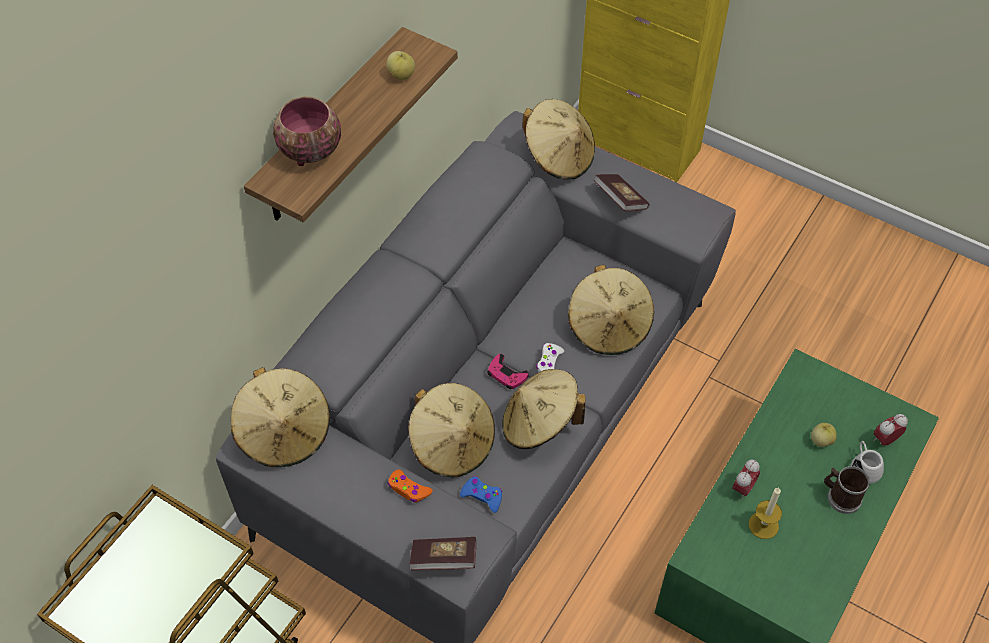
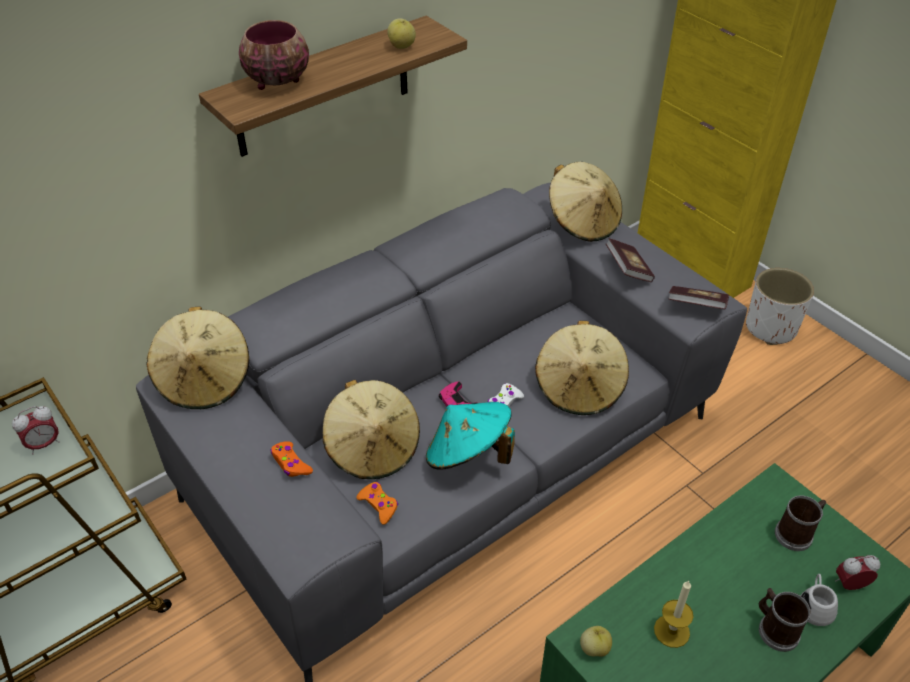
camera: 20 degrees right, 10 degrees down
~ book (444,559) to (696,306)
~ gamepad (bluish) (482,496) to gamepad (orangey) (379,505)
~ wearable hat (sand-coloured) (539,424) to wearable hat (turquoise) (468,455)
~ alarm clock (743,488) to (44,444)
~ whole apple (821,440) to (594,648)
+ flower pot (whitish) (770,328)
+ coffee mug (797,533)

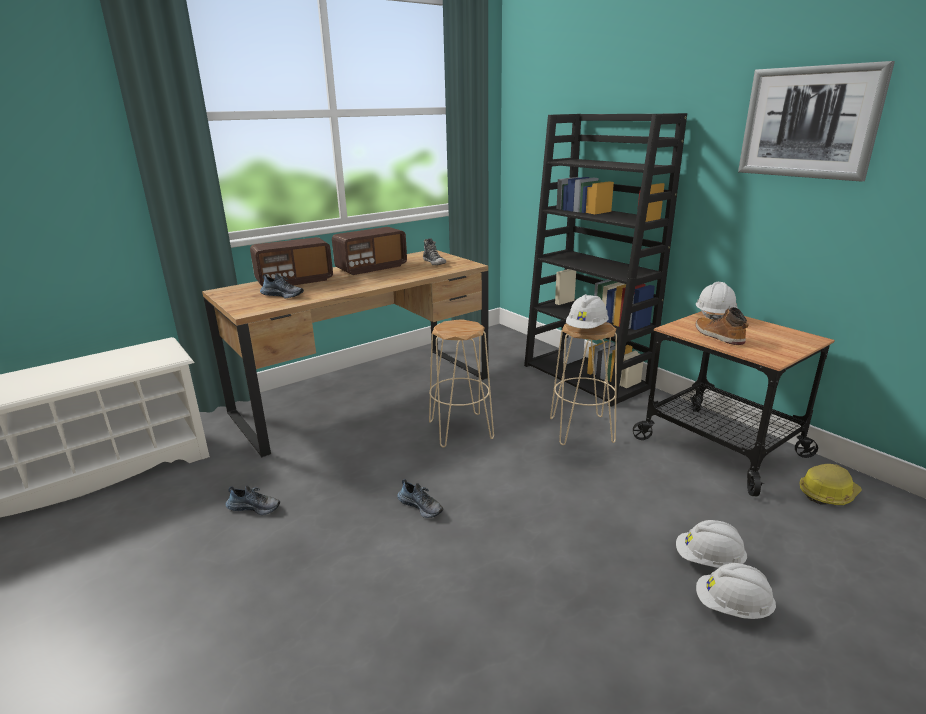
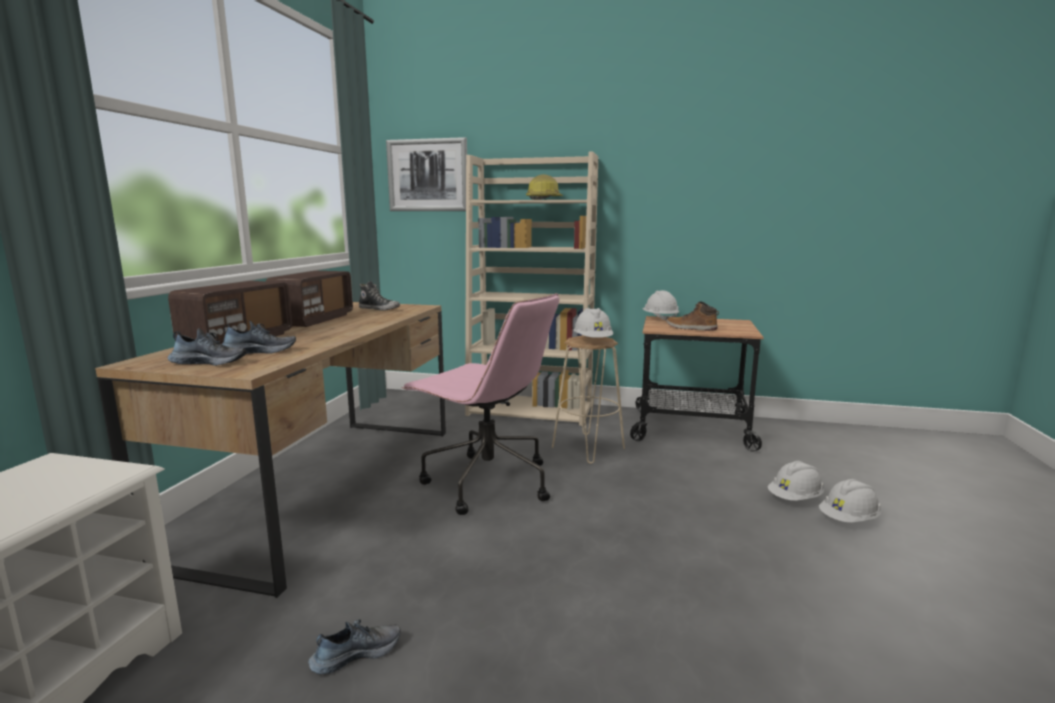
camera: 40 degrees left, 10 degrees down
~ item of footwear (421,506) to (210,362)
~ sitting stool (sand-coloured) (460,430) to office chair (pinkish) (486,482)
~ bookcase (black-coloured) (587,376) to bookcase (sand-coloured) (531,410)
~ wall art (809,122) to (428,175)
~ work helmet (827,493) to (544,200)

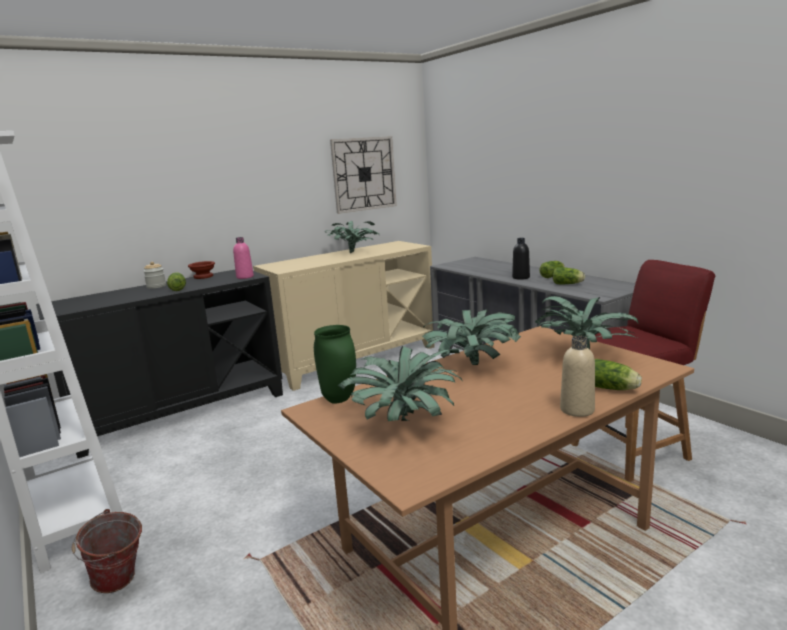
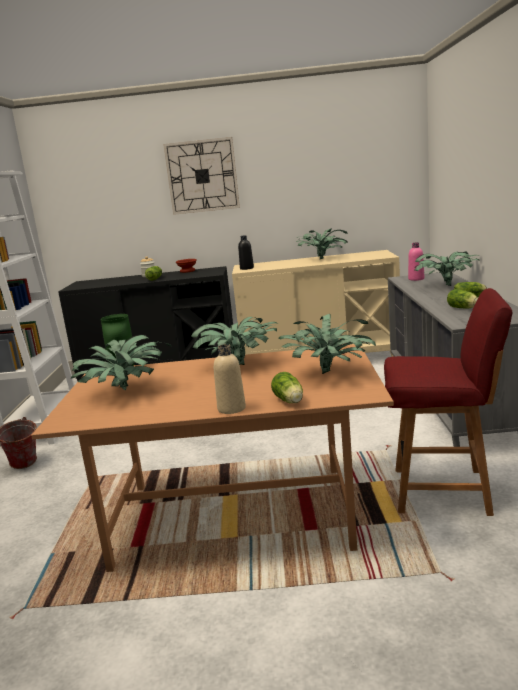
camera: 35 degrees right, 0 degrees up
~ bottle (pinkish) (245,277) to (416,279)
~ hanging clock (364,174) to (202,176)
~ bottle (black-coloured) (521,277) to (247,268)
+ houseplant (446,286)

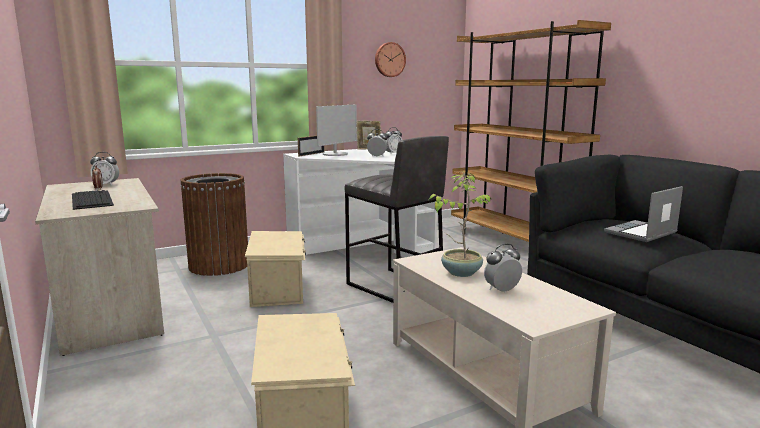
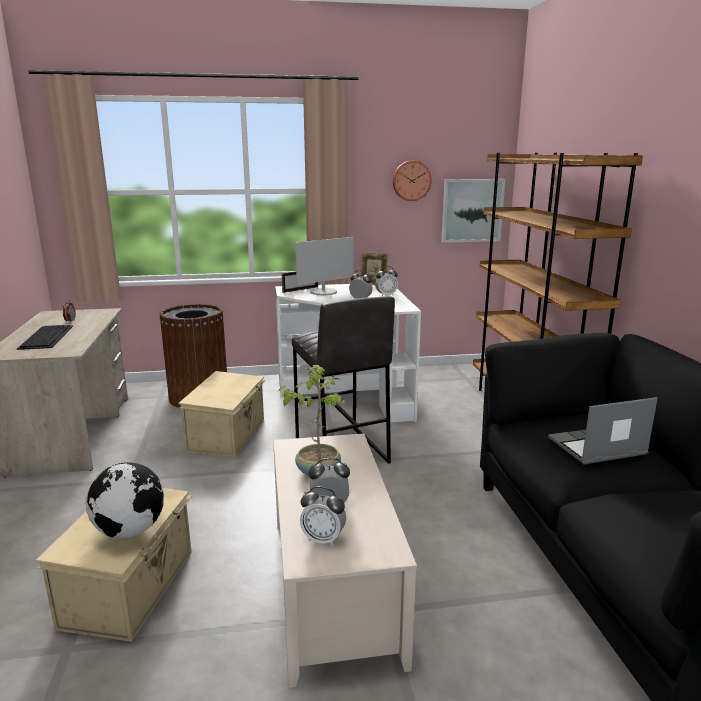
camera: 20 degrees right, 5 degrees up
~ alarm clock (106,184) to (323,539)
+ globe (130,531)
+ wall art (472,210)

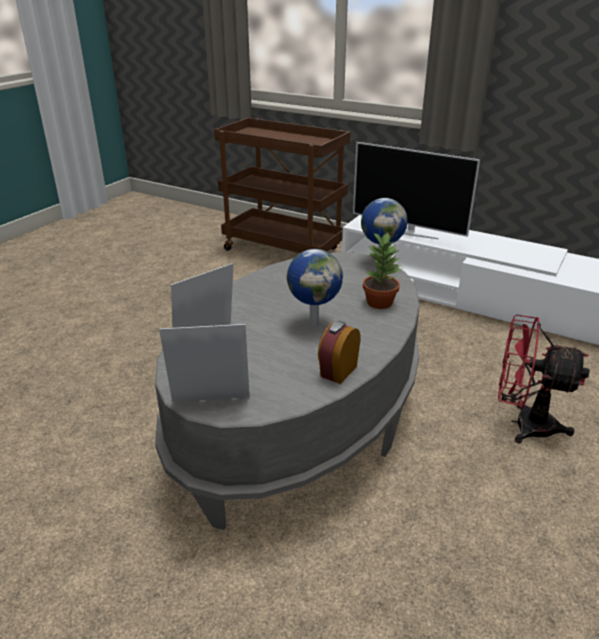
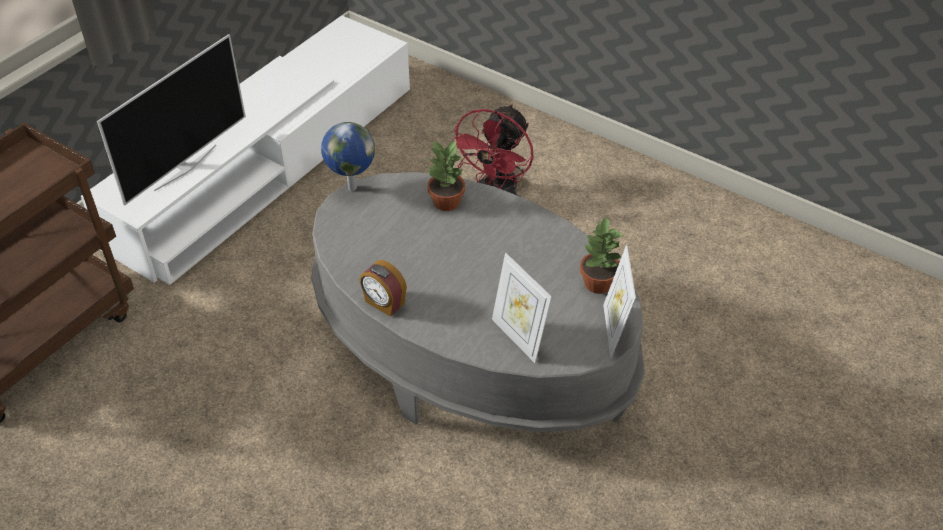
camera: 85 degrees left, 15 degrees up
- globe (314,322)
~ alarm clock (337,371) to (384,303)
+ houseplant (598,283)

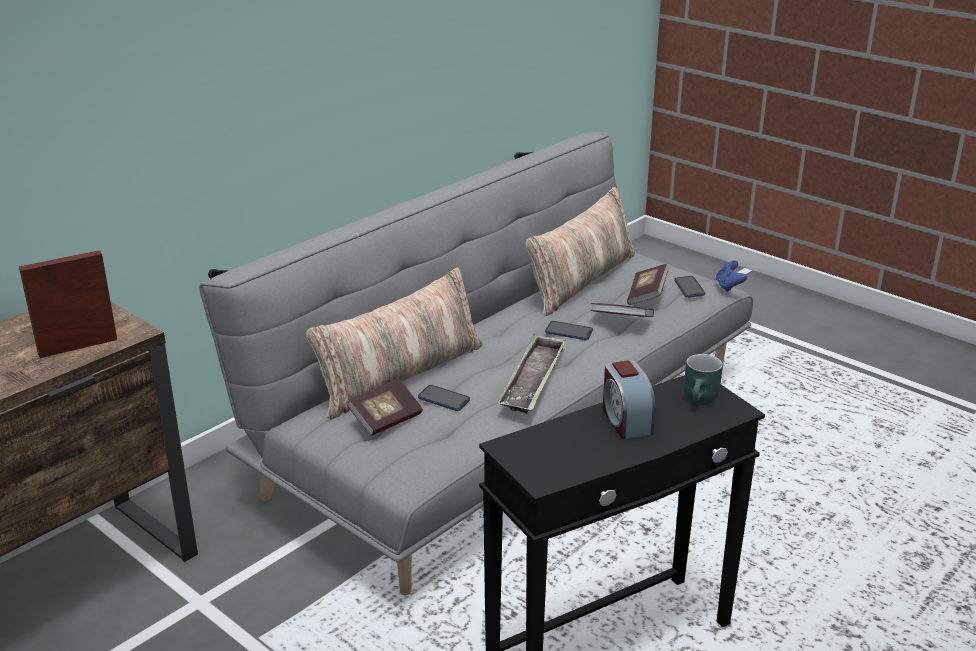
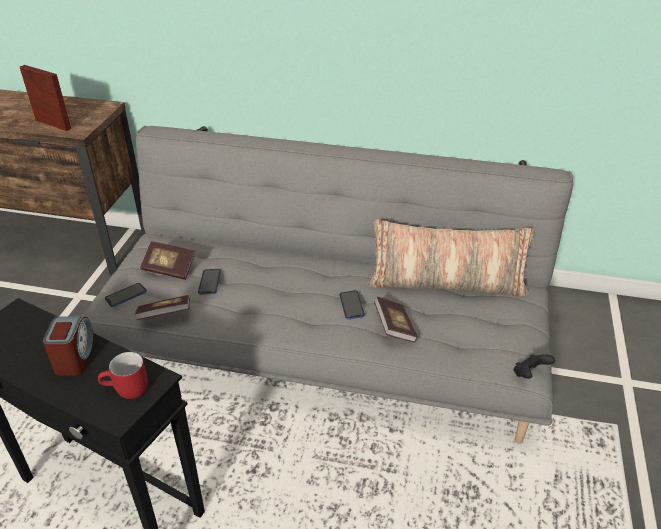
camera: 60 degrees right, 10 degrees up
- throw pillow (400,375)
- tray (533,380)
~ alarm clock (625,420) = (75,356) 135 degrees clockwise
~ book (647,295) to (165,316)
~ phone (689,288) to (126,295)
~ coffee mug (turquoise) (702,400) to coffee mug (red) (127,390)
~ gamepad (bluish) (729,286) to gamepad (black-coloured) (529,374)

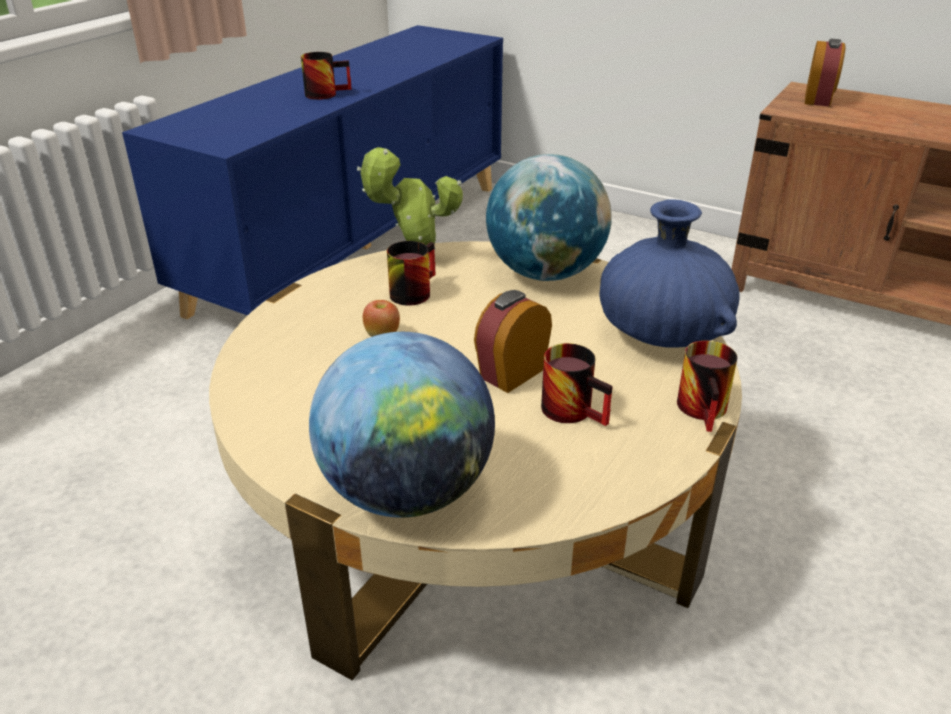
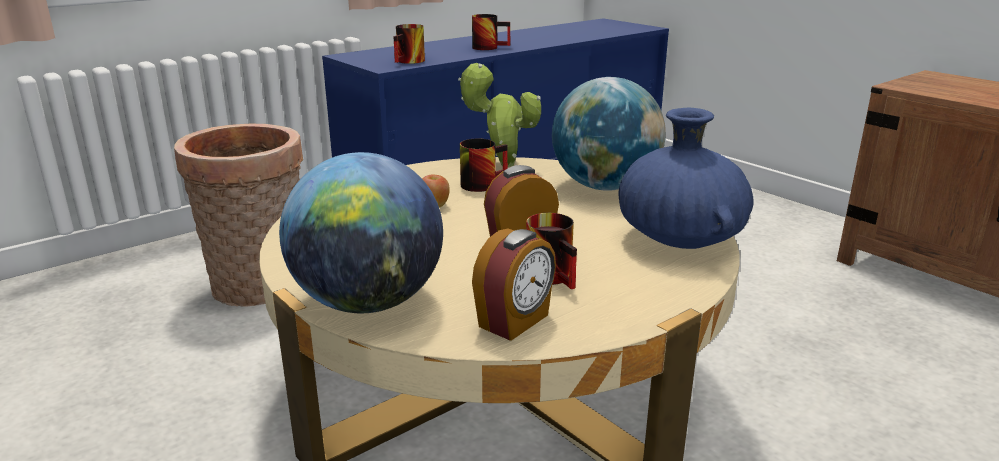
camera: 20 degrees right, 10 degrees down
~ coffee mug (707,411) to (410,62)
~ alarm clock (818,100) to (515,321)
+ basket (260,289)

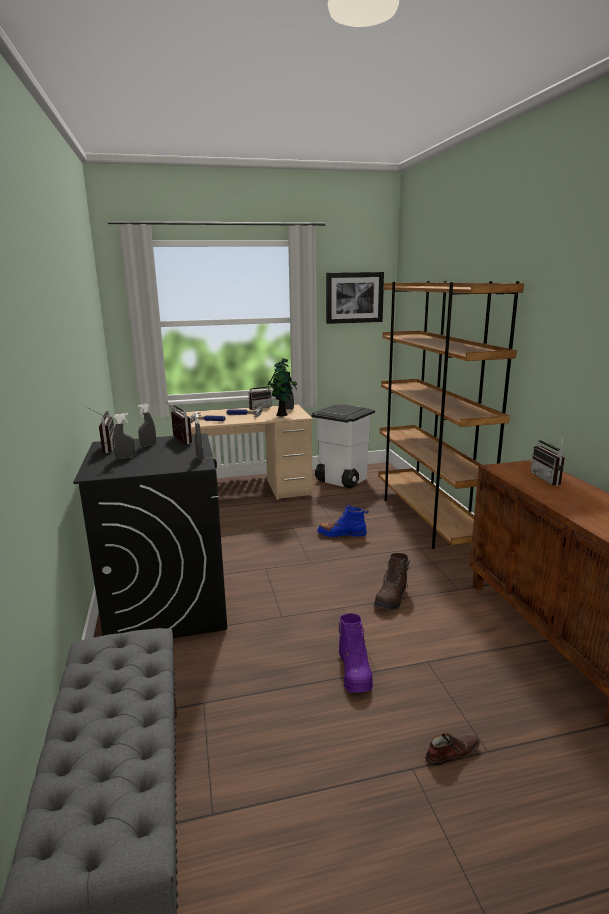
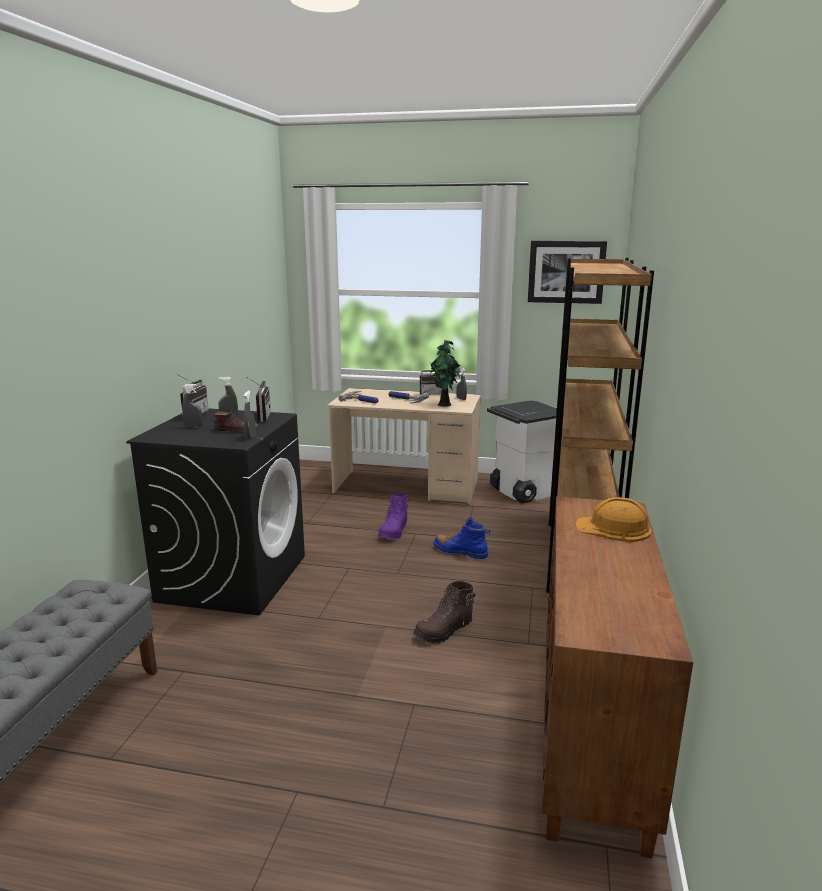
camera: 25 degrees right, 0 degrees up
~ high-top boot (purple) (355,672) to (394,532)
~ item of footwear (brown-coloured) (451,752) to (236,429)
~ radio receiver (549,479) to work helmet (orangey) (614,528)

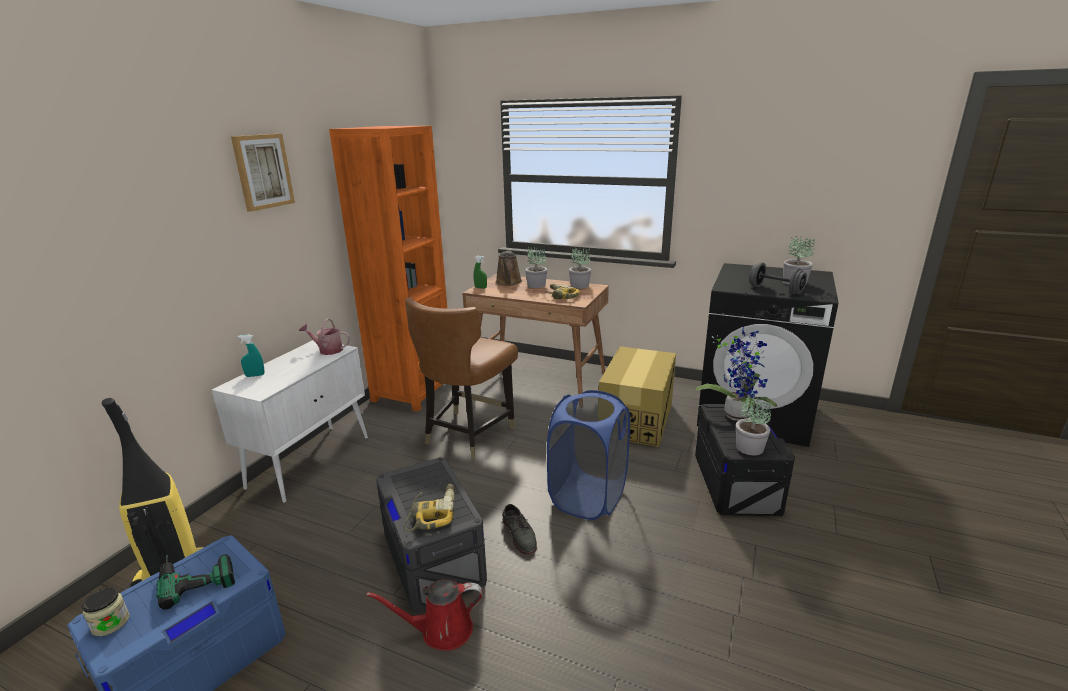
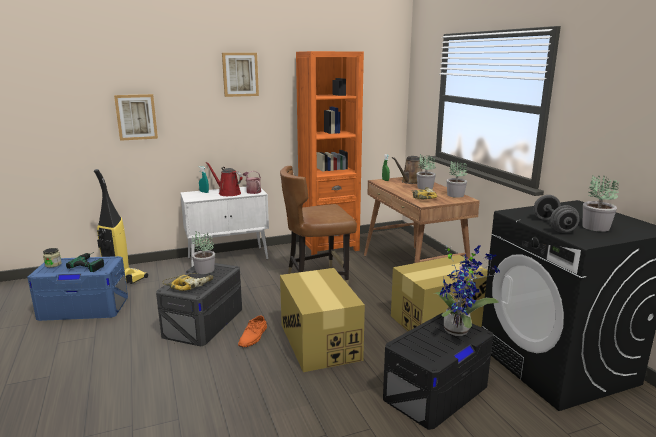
camera: 45 degrees right, 5 degrees down
~ watering can (red) (441,631) to (227,193)
~ item of footwear (gray) (520,534) to item of footwear (orangey) (253,336)
~ hamper (bluish) (588,497) to carton (320,342)
~ houseplant (749,448) to (204,270)
+ wall art (136,117)

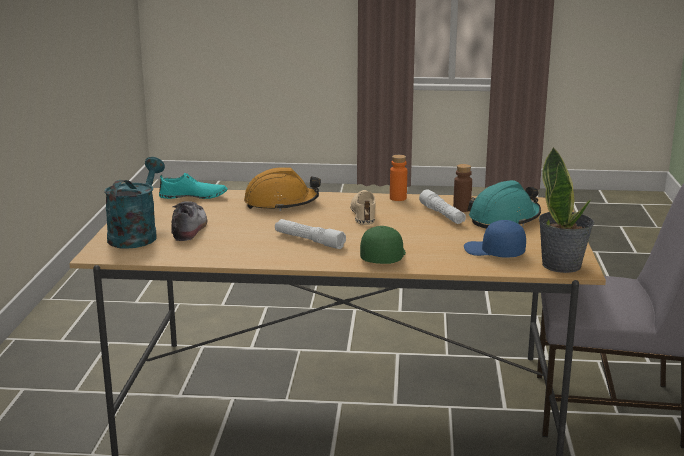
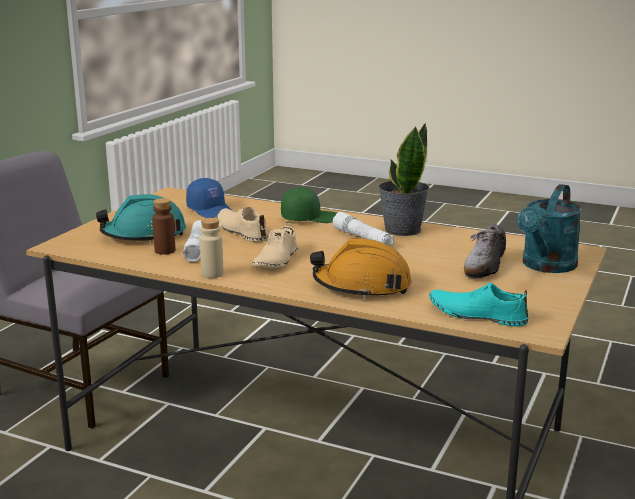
camera: 160 degrees left, 0 degrees up
~ cap (green) (382,256) = (309,218) 135 degrees counterclockwise
~ bottle (orangey) (398,198) to bottle (sand-coloured) (212,274)
~ houseplant (562,265) to (402,230)
+ item of footwear (sand-coloured) (242,231)

